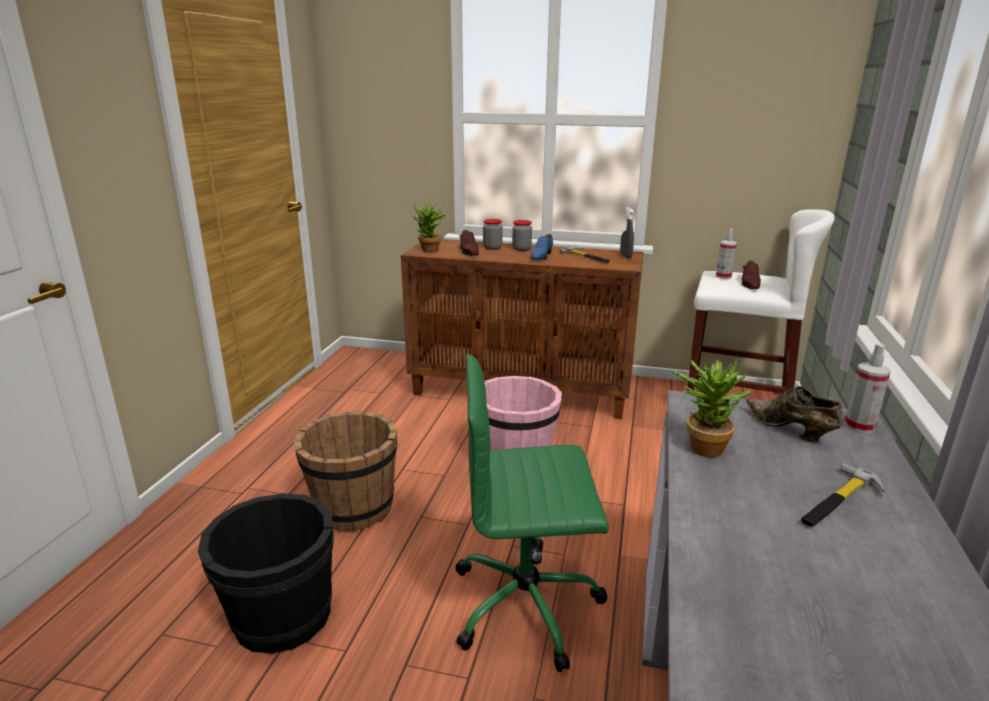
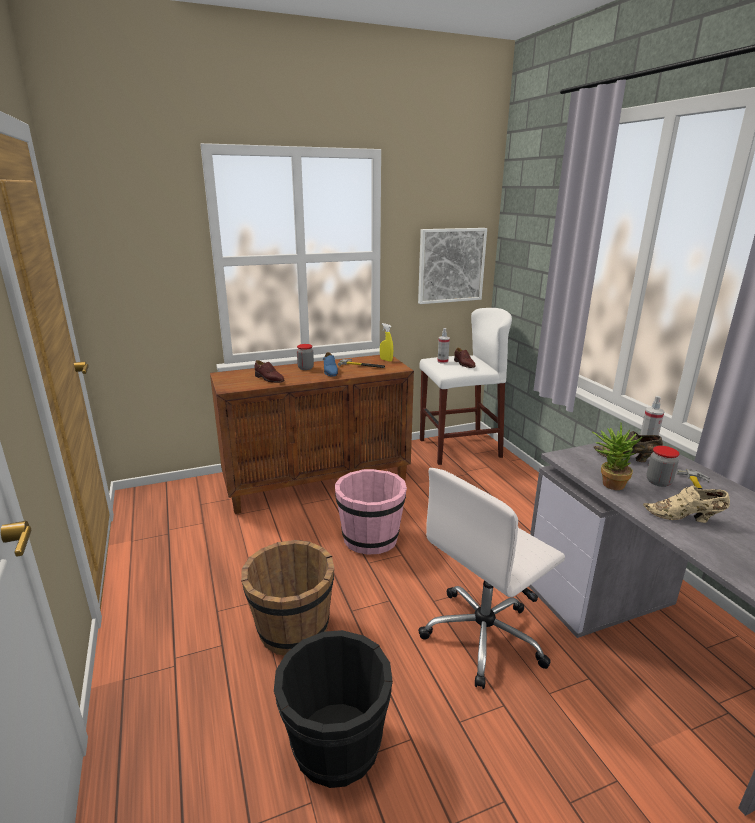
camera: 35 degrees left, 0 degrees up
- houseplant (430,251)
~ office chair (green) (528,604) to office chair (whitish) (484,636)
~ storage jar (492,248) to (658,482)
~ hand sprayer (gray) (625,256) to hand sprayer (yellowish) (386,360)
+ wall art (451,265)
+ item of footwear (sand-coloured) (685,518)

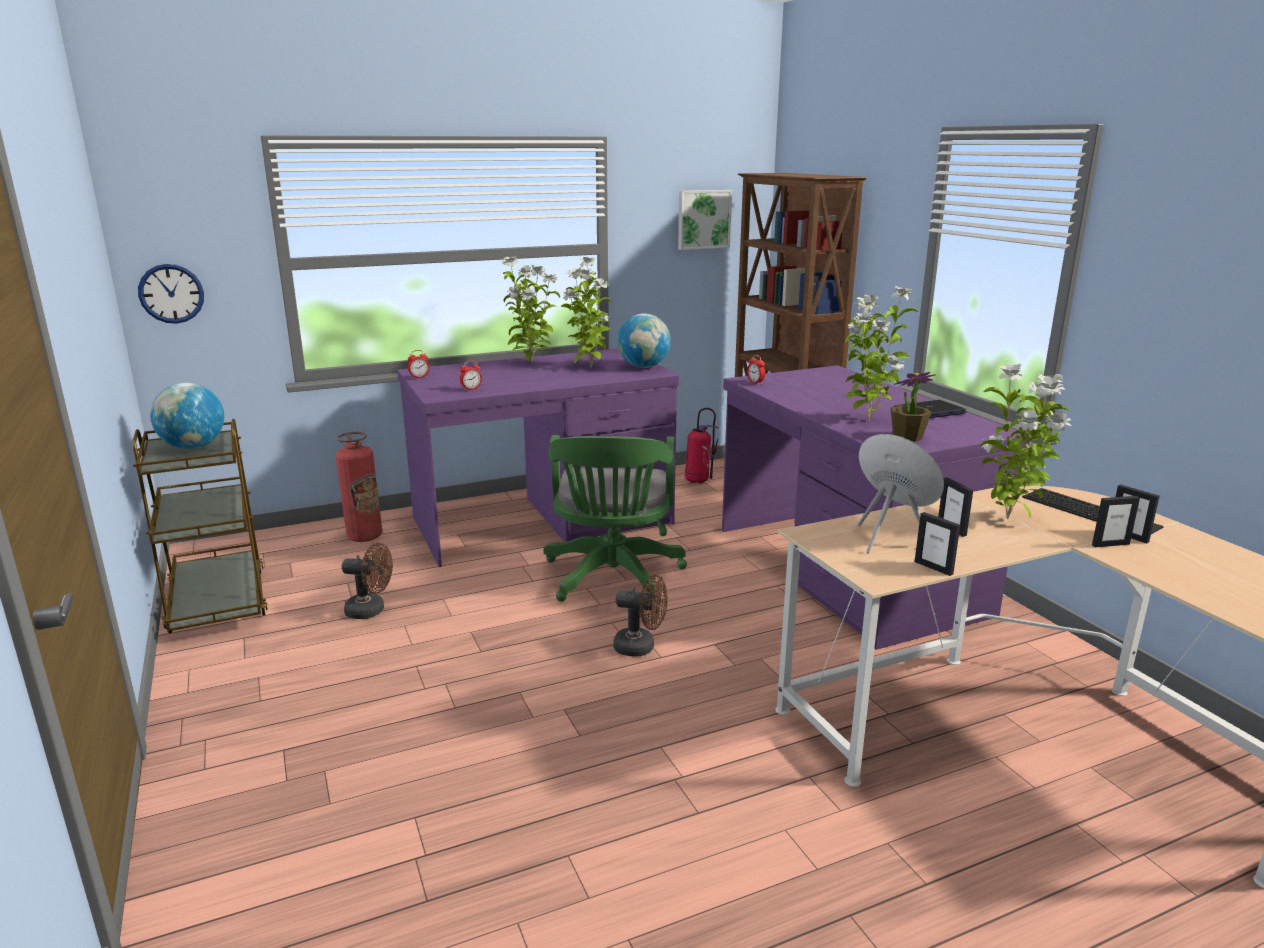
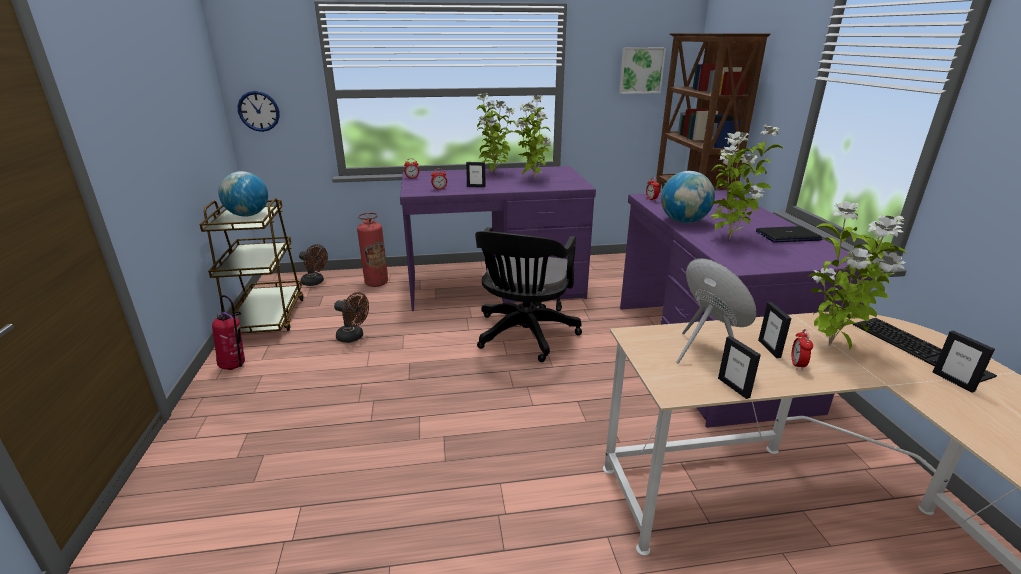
camera: 15 degrees right, 5 degrees up
~ office chair (green) (612,579) to office chair (black-coloured) (524,336)
~ fan (brown-coloured) (641,647) to (315,282)
~ globe (643,367) to (683,221)
~ fire extinguisher (698,481) to (235,366)
- houseplant (907,437)
~ standing frame (1110,544) to (476,186)
+ alarm clock (797,365)

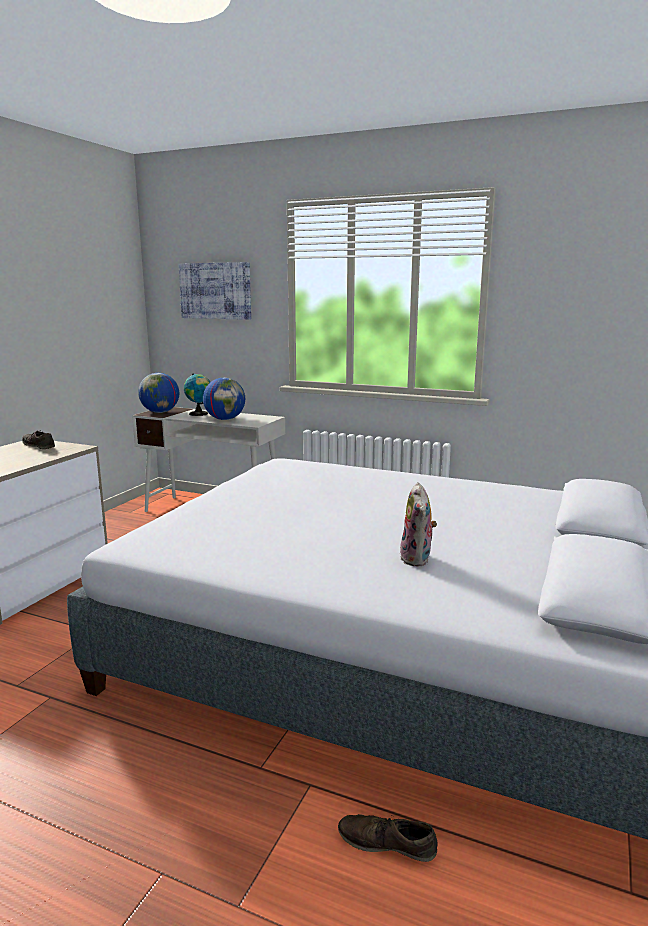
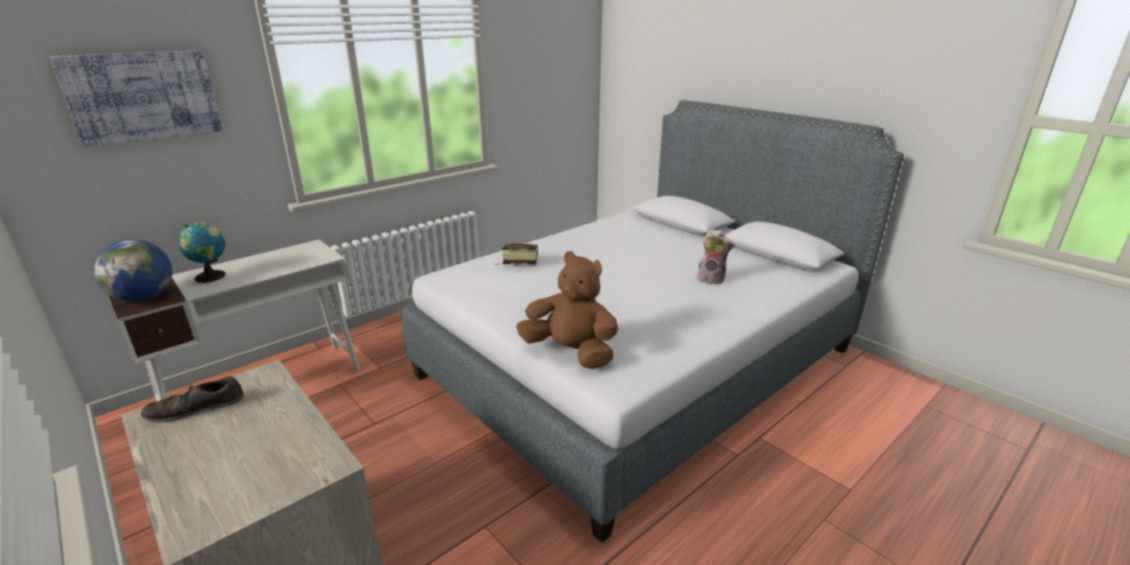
camera: 65 degrees left, 10 degrees up
- globe (225,419)
- item of footwear (brown-coloured) (386,843)
+ book (516,262)
+ cuddly toy (brown-coloured) (571,352)

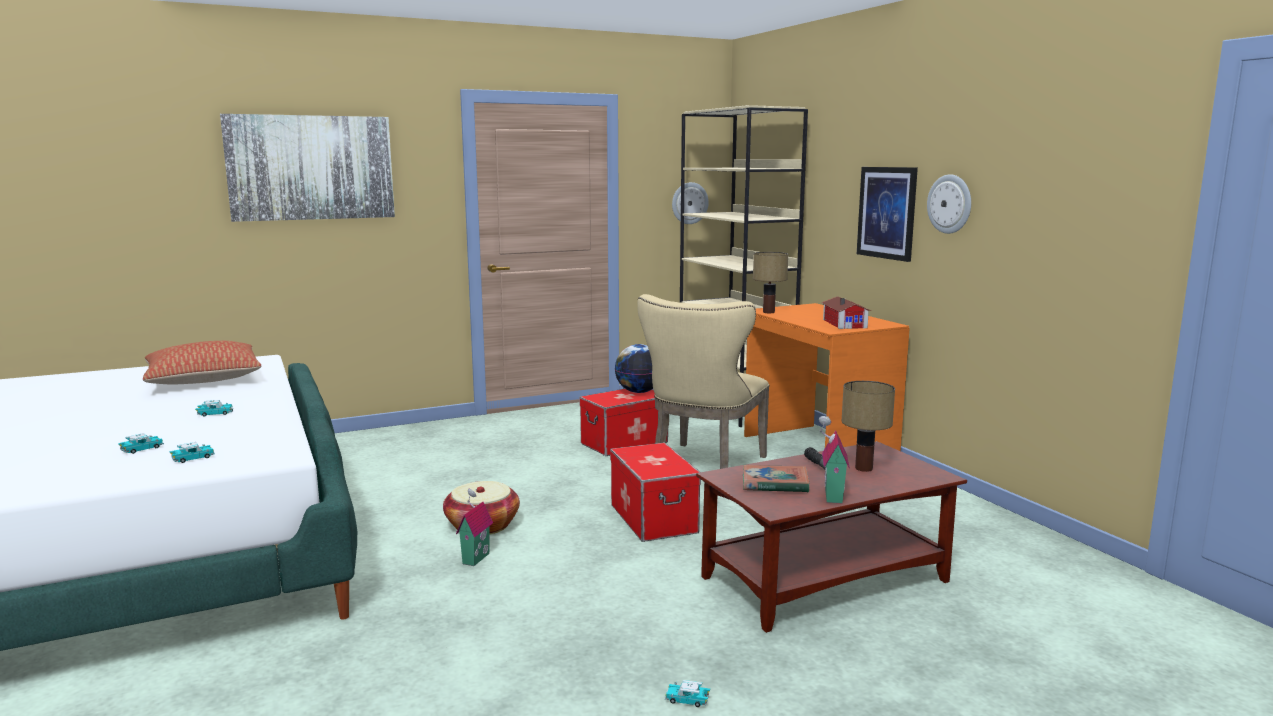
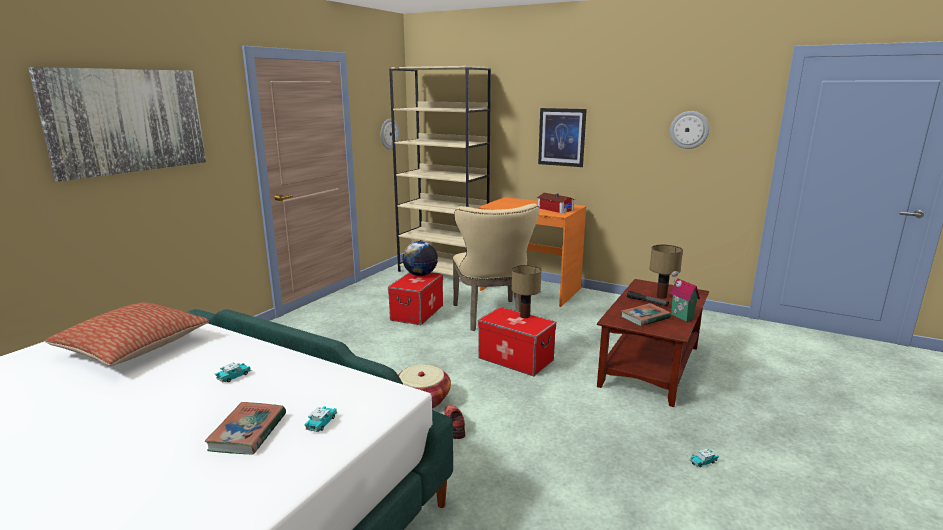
camera: 35 degrees left, 5 degrees up
~ miniature car (142,449) to book (248,432)
~ model house (474,558) to item of footwear (red) (455,425)
~ table lamp (769,312) to (525,316)
~ hanging clock (950,204) to (689,130)

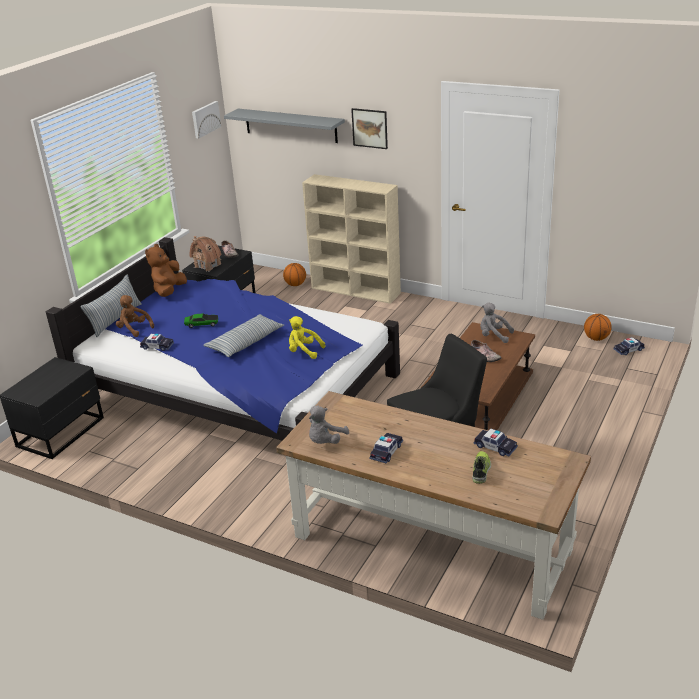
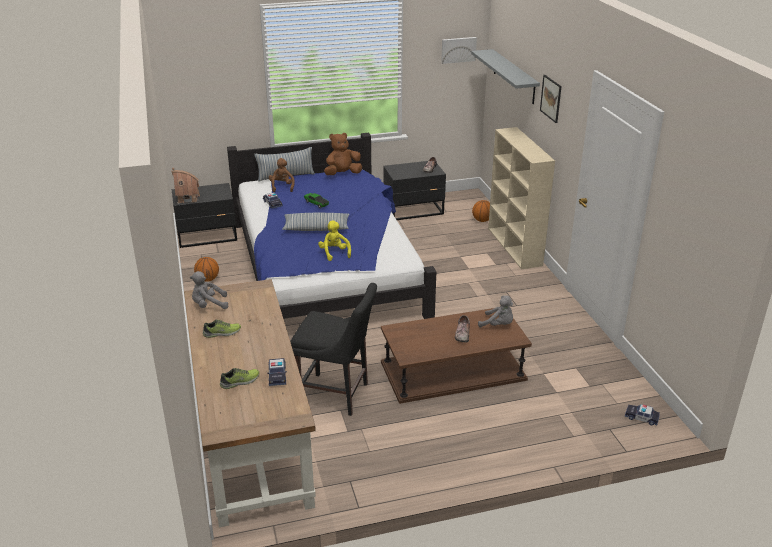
camera: 45 degrees right, 0 degrees up
~ model house (208,265) to (188,198)
~ miniature car (386,451) to item of footwear (222,333)
~ cuddly toy (gray) (493,336) = (498,325) 135 degrees clockwise
~ basketball (596,338) to (207,279)

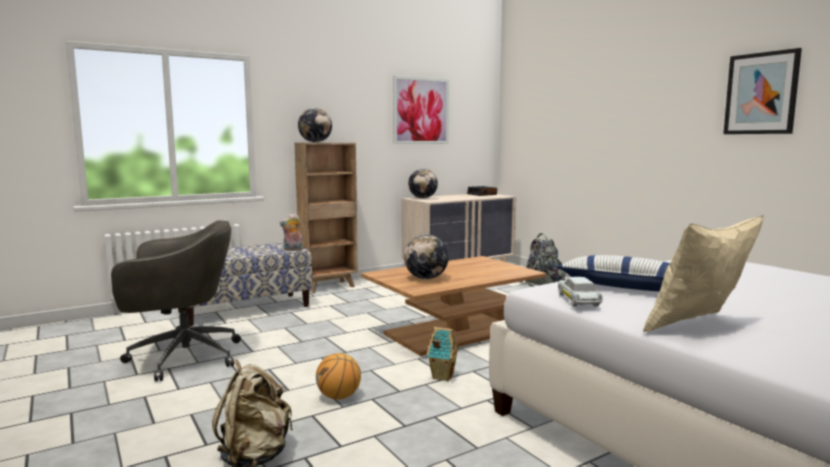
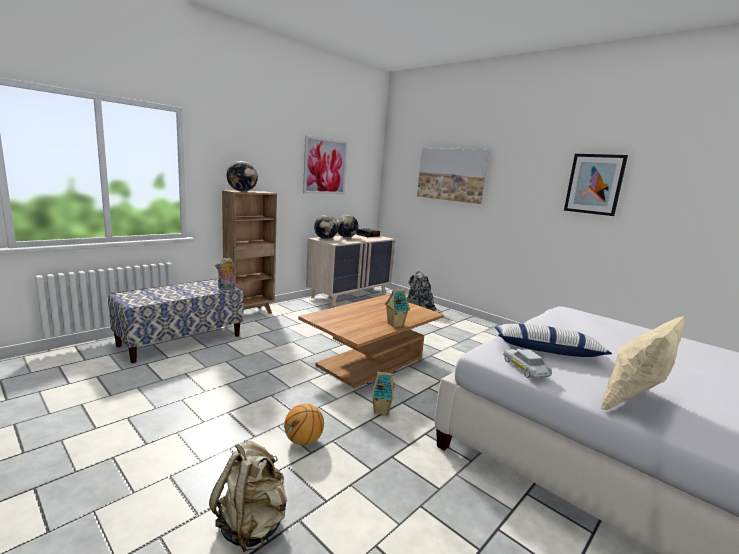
camera: 15 degrees left, 5 degrees up
- office chair (gray) (182,357)
~ globe (426,278) to (346,237)
+ model house (394,324)
+ wall art (451,174)

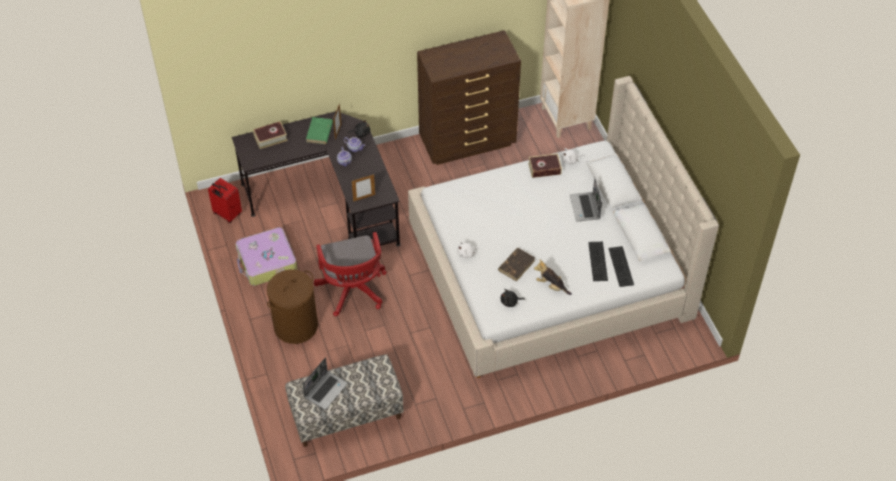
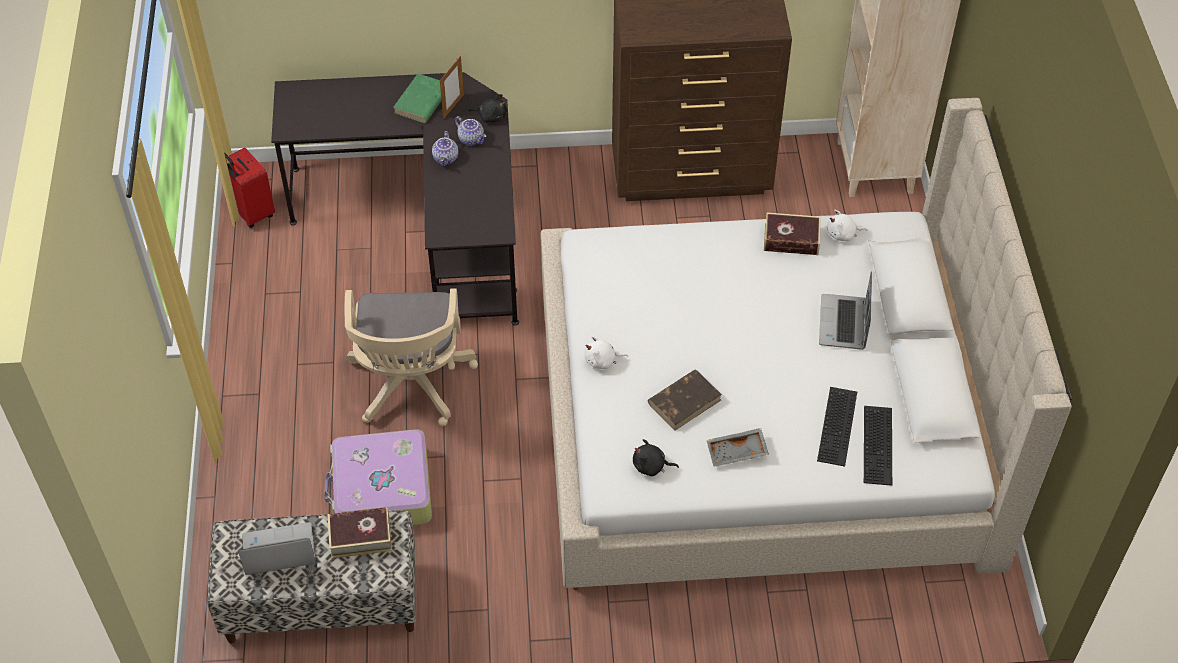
camera: 15 degrees right, 0 degrees up
~ suitcase (267,262) to (381,491)
~ book (270,138) to (360,537)
- hamper (brown-coloured) (295,325)
~ laptop (326,390) = (278,551) 150 degrees counterclockwise
~ office chair (red) (353,291) to office chair (sand-coloured) (411,386)
- standing frame (364,197)
~ cuddly toy (551,286) to tray (gray) (737,453)

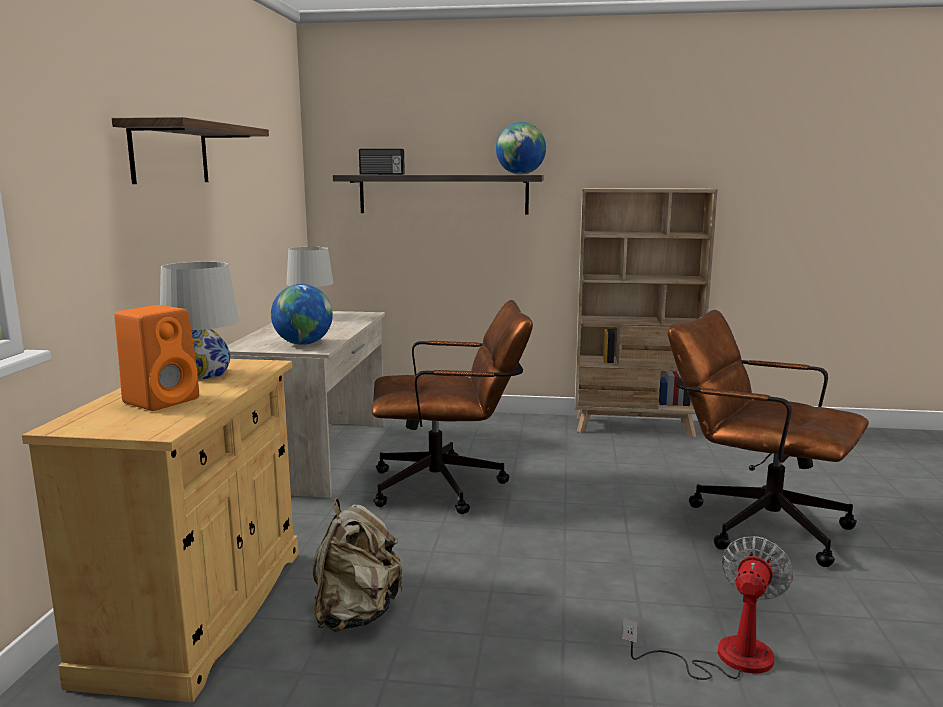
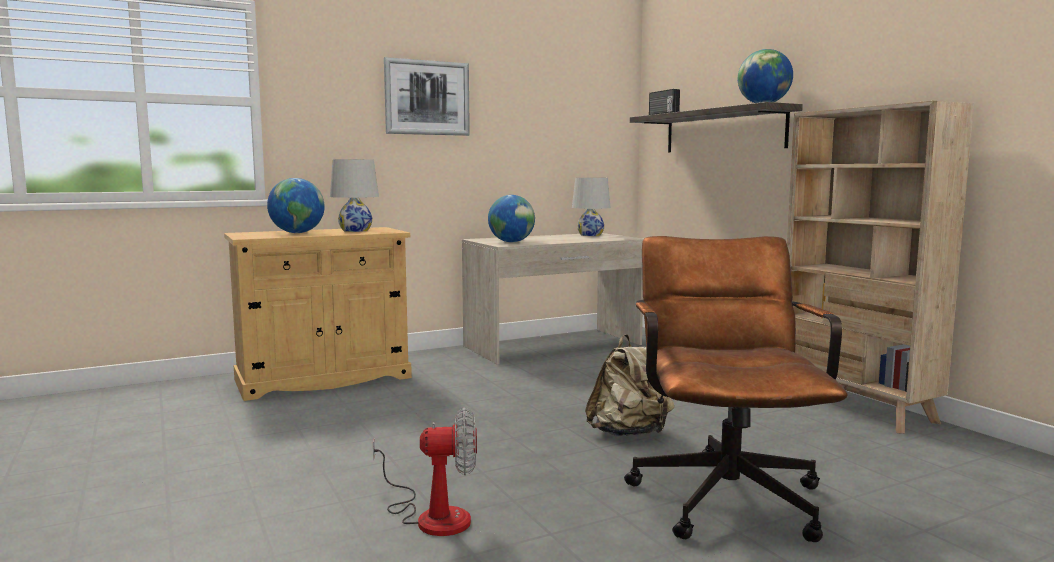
camera: 55 degrees right, 5 degrees down
~ bracket shelf (170,154) to wall art (427,98)
~ speaker (orangey) (163,400) to globe (297,233)
~ rucksack (sand-coloured) (356,614) to (629,433)
- office chair (brown-coloured) (450,486)

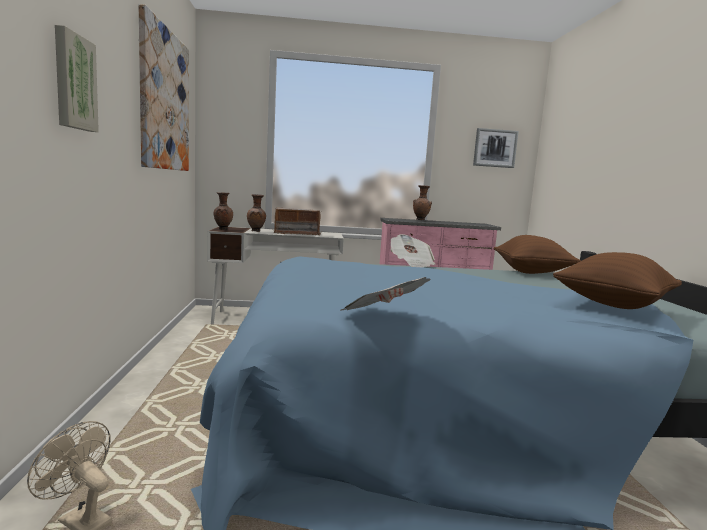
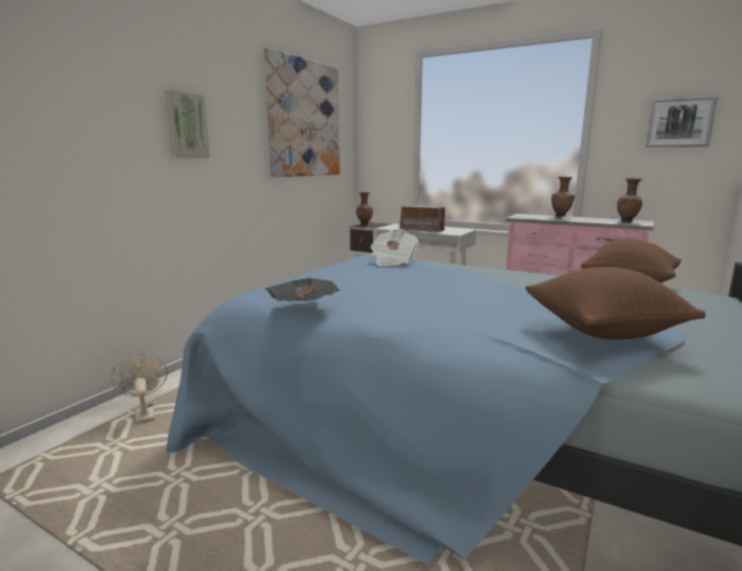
camera: 35 degrees right, 5 degrees up
~ vase (brown-coloured) (256,231) to (627,222)
~ newspaper (411,264) to (393,261)

